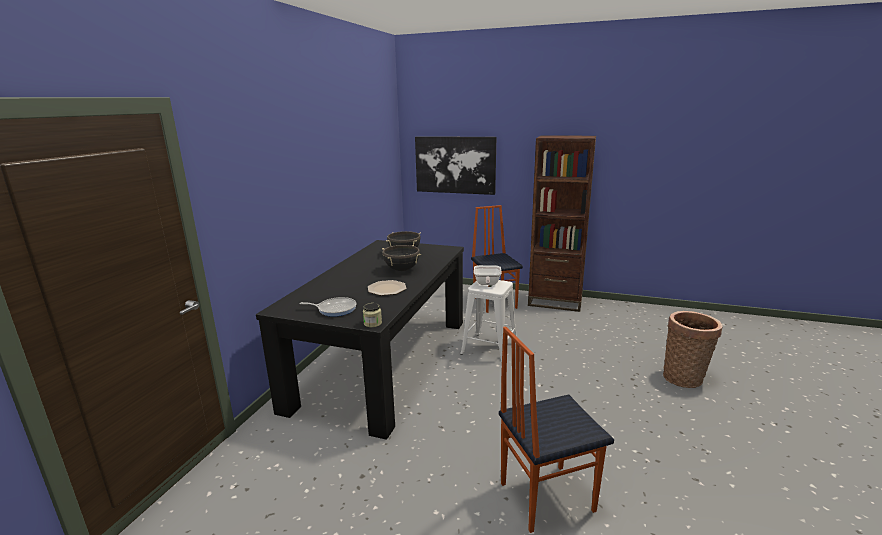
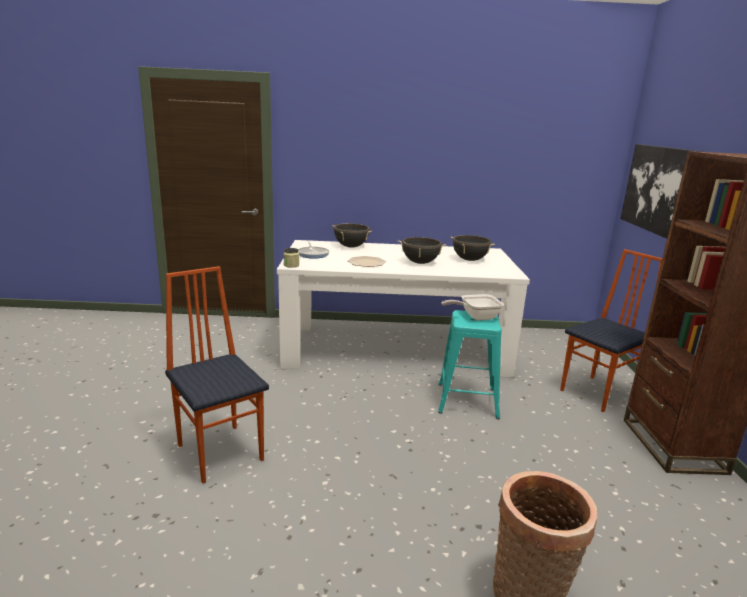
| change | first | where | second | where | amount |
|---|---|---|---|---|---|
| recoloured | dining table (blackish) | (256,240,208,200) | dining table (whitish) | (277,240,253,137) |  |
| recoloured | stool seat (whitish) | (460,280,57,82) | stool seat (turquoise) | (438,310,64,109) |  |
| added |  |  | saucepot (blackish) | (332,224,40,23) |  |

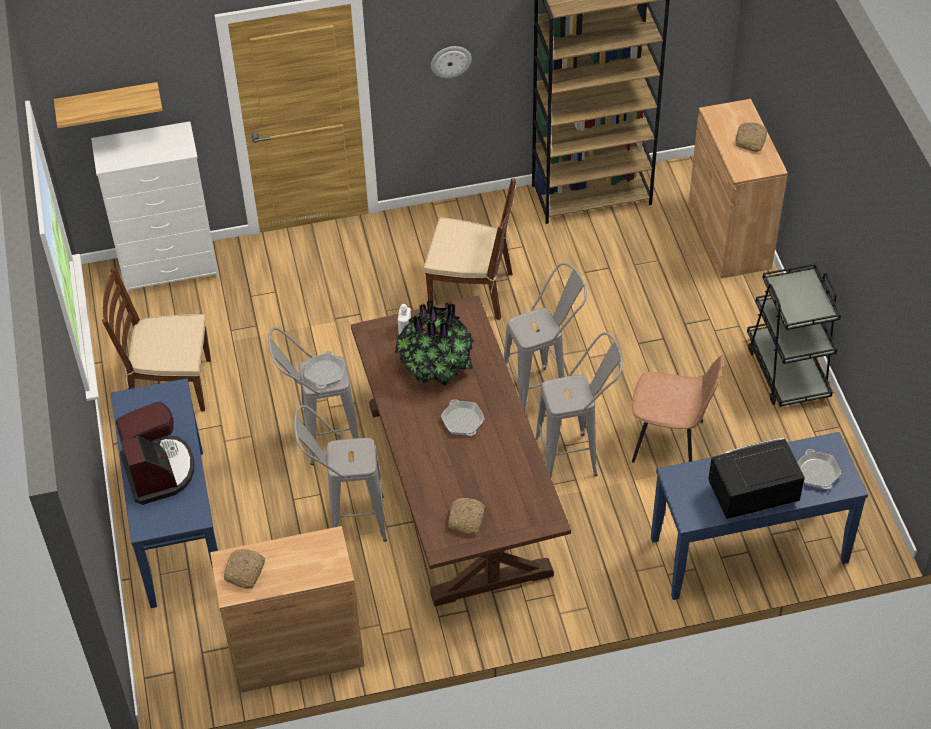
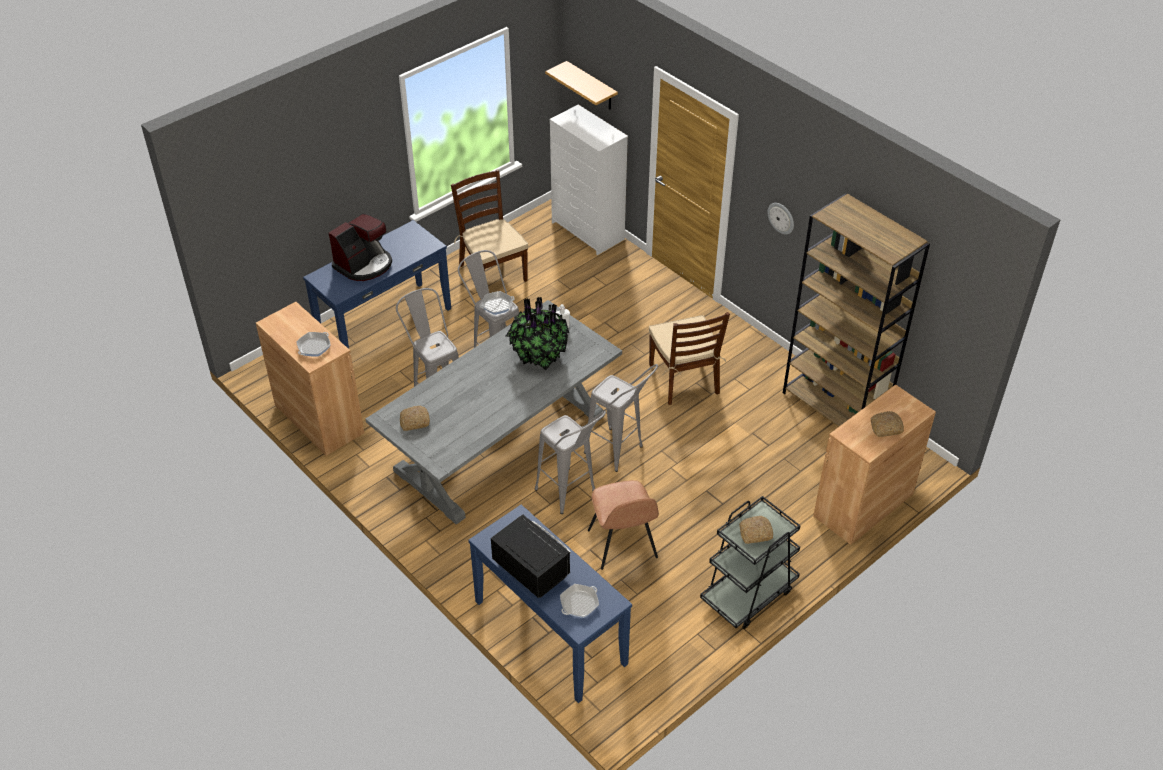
| change | first | where | second | where | amount |
|---|---|---|---|---|---|
| recoloured | dining table (brown) | (351,295,220,312) | dining table (grey) | (365,300,257,225) |  |
| moved | pan | (441,399,44,37) |  | (296,332,35,25) |  |
| moved | bread | (224,549,41,40) |  | (739,516,34,28) |  |

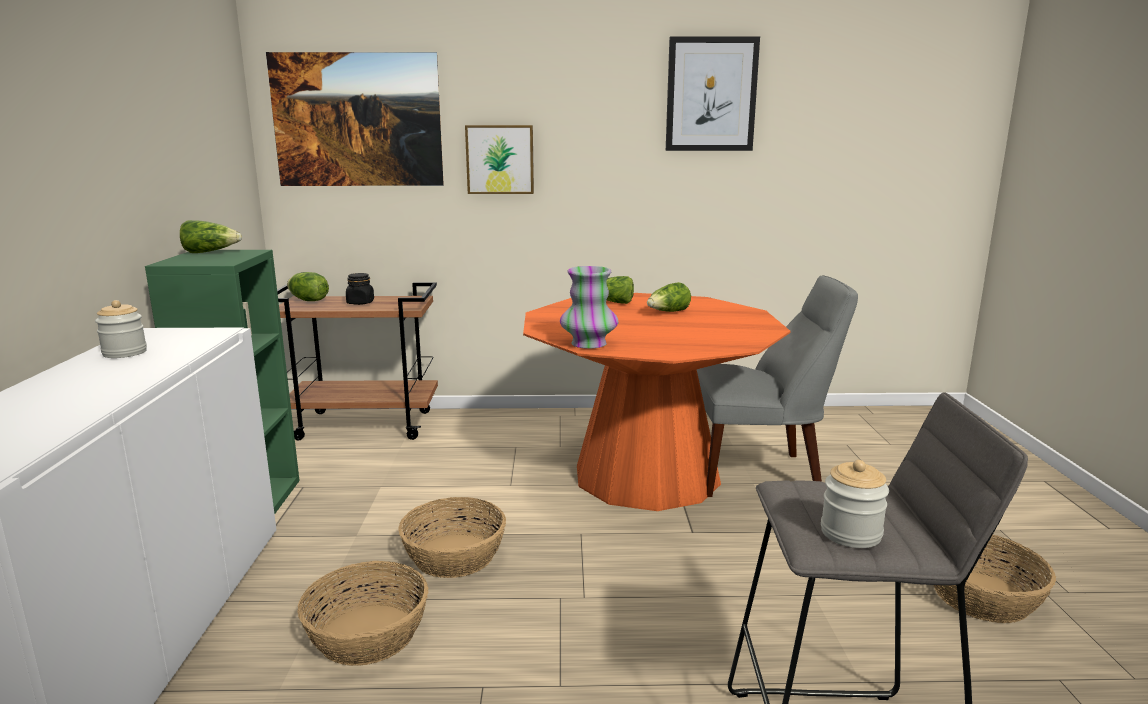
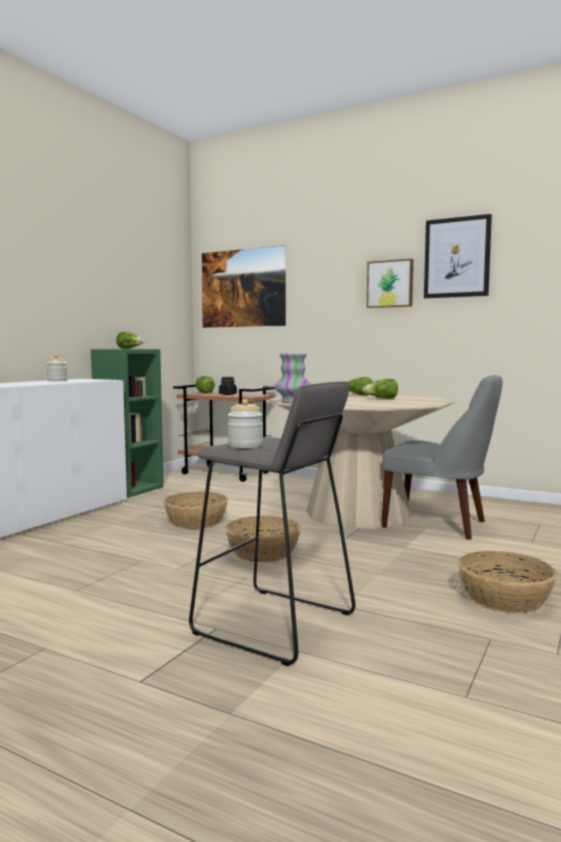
| change | first | where | second | where | amount |
|---|---|---|---|---|---|
| moved | picture | (465,125,69,69) |  | (367,259,46,49) |  |
| recoloured | dining table (orange-coloured) | (523,293,267,218) | dining table (sand-coloured) | (270,394,185,135) |  |
| moved | basket | (297,561,132,105) |  | (225,515,76,47) |  |

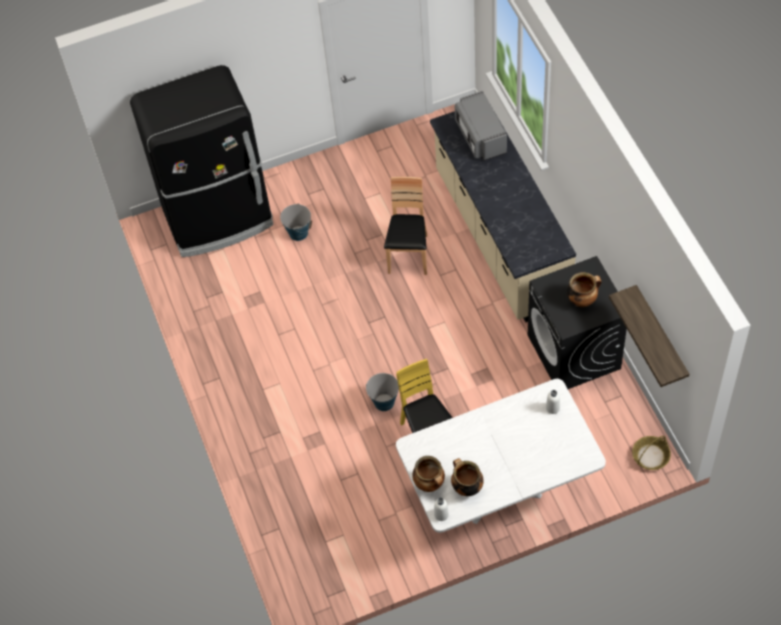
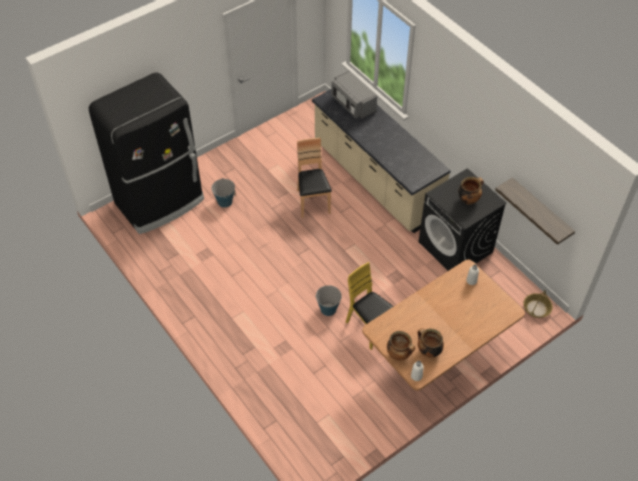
| change | first | where | second | where | amount |
|---|---|---|---|---|---|
| recoloured | dining table (whitish) | (396,379,210,154) | dining table (brown) | (362,259,163,132) |  |

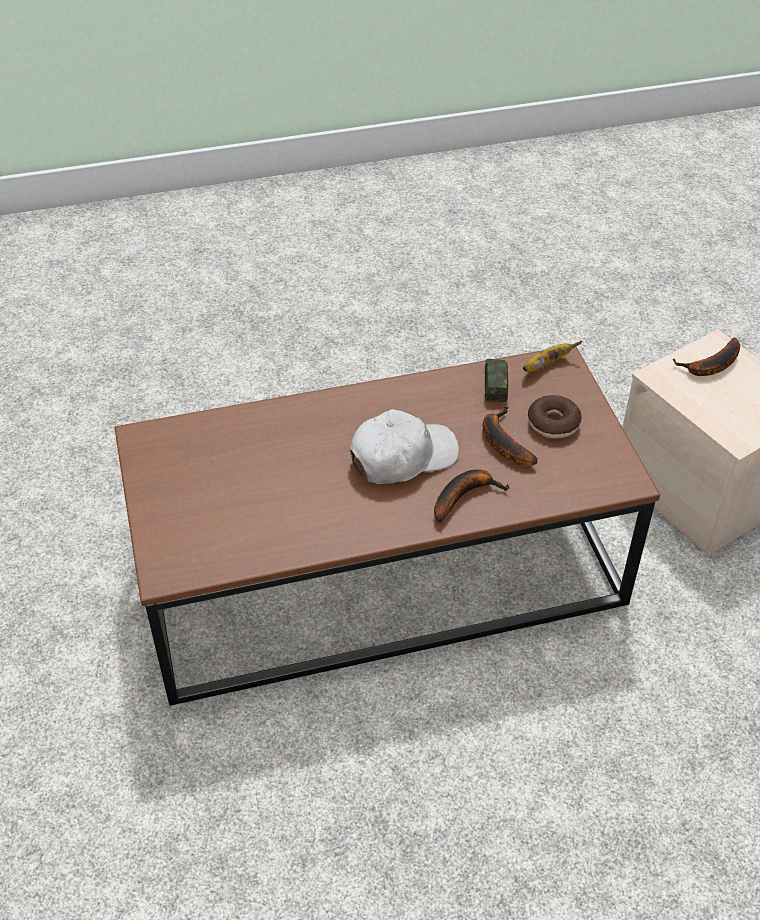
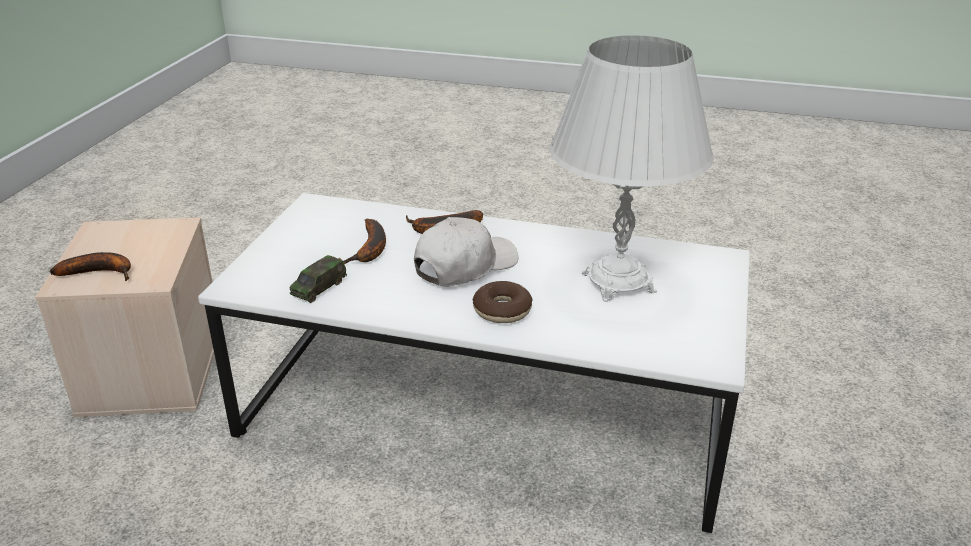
| change | first | where | second | where | amount |
|---|---|---|---|---|---|
| removed | banana | (523,341,59,32) |  |  |  |
| recoloured | coffee table (brown) | (115,347,545,359) | coffee table (whitish) | (198,193,552,340) |  |
| moved | ring doughnut | (528,395,54,44) |  | (473,281,60,42) |  |
| turned | peaked cap (whitish) | (349,409,110,75) |  | (414,217,104,70) | 135 degrees clockwise |
| added |  |  | lamp for a table (whitish) | (549,35,165,267) |  |

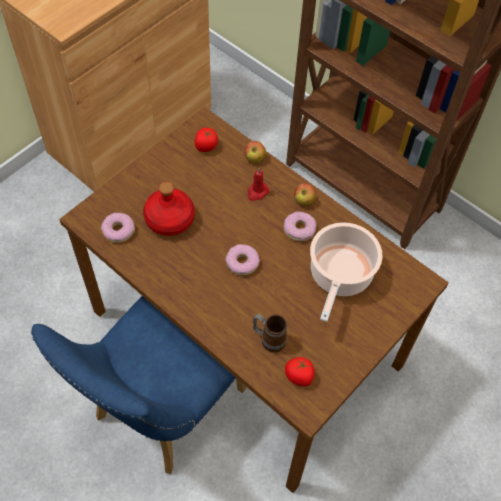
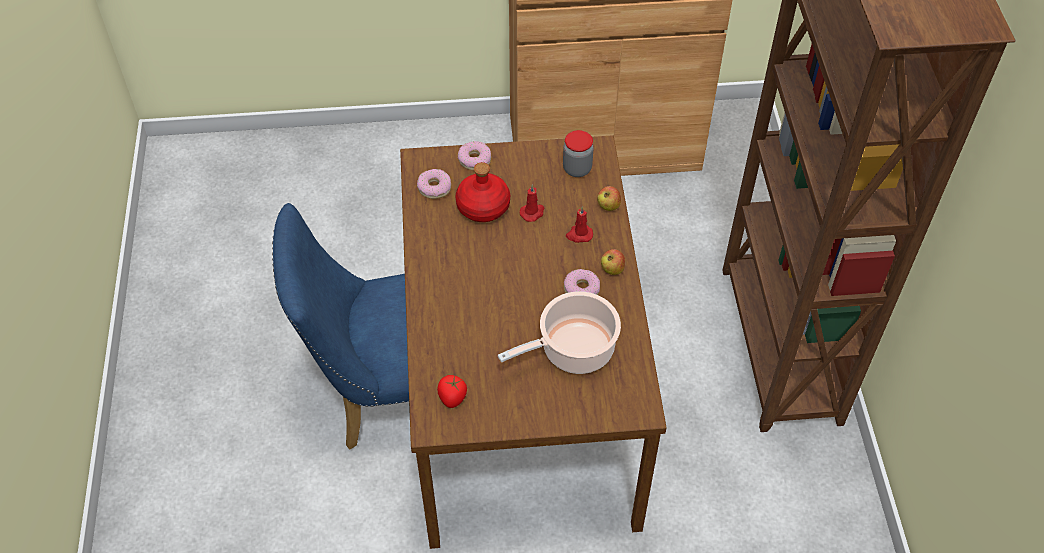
| change | first | where | second | where | amount |
|---|---|---|---|---|---|
| replaced | whole tomato | (195,128,23,24) | storage jar | (563,130,31,47) |  |
| moved | ring doughnut | (225,244,35,32) |  | (458,141,33,29) |  |
| removed | tea mug | (253,314,34,39) |  |  |  |
| added |  |  | wax candle (reddish) | (520,184,24,38) |  |

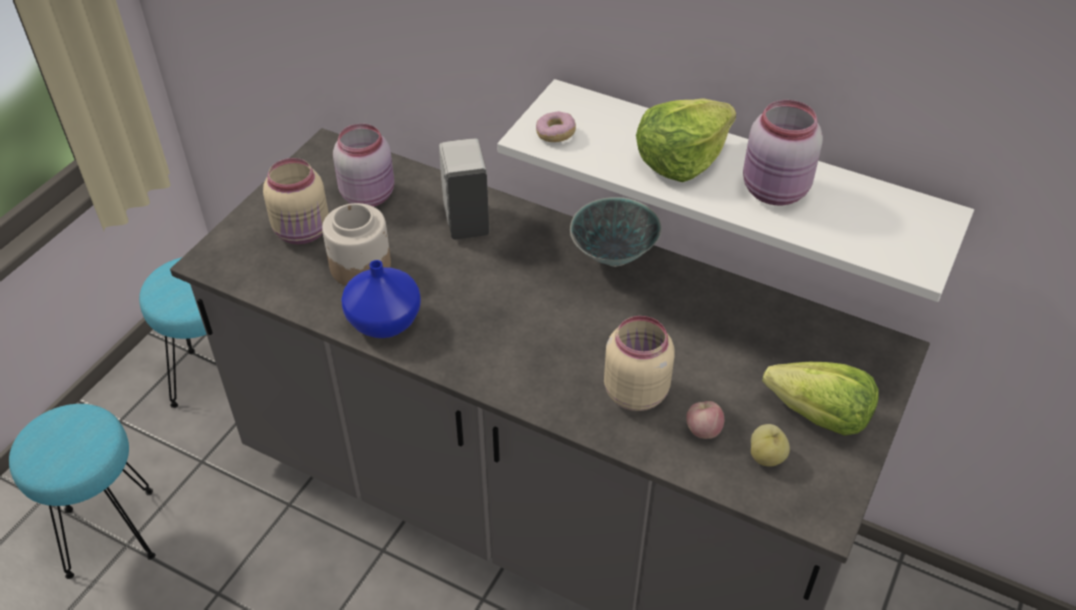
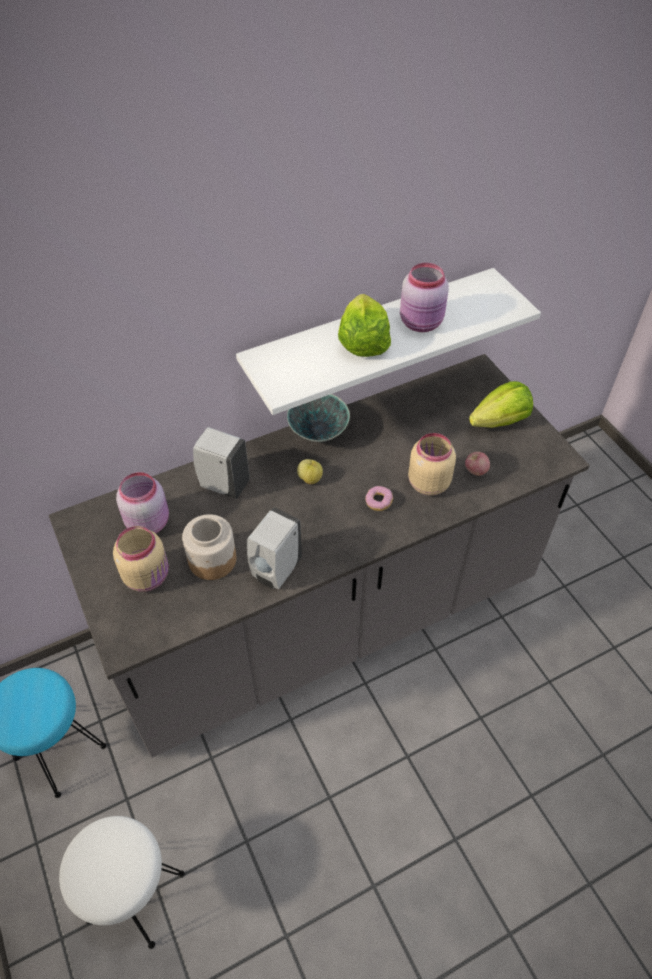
| change | first | where | second | where | amount |
|---|---|---|---|---|---|
| moved | ring doughnut | (536,111,40,31) |  | (365,486,28,25) |  |
| replaced | vase (blue) | (341,260,80,78) | liquid soap bottle (whitish) | (247,507,55,82) |  |
| recoloured | stool seat (turquoise) | (9,404,146,175) | stool seat (whitish) | (59,816,126,133) |  |
| moved | apple | (751,424,39,43) |  | (297,459,26,25) |  |

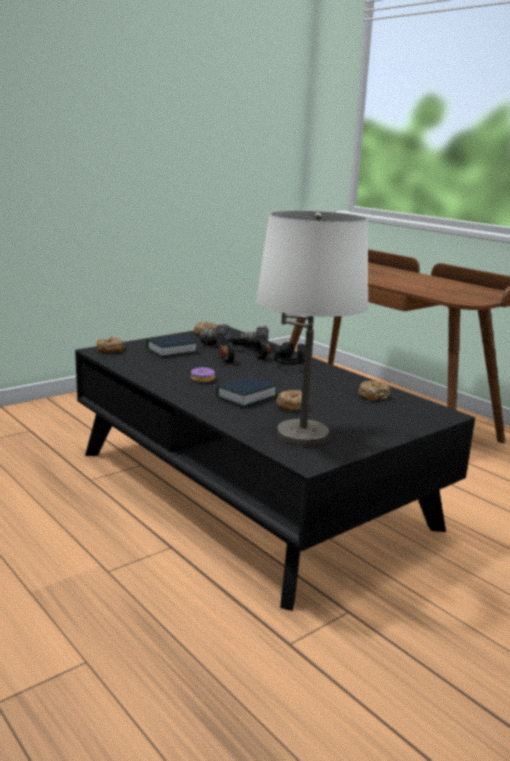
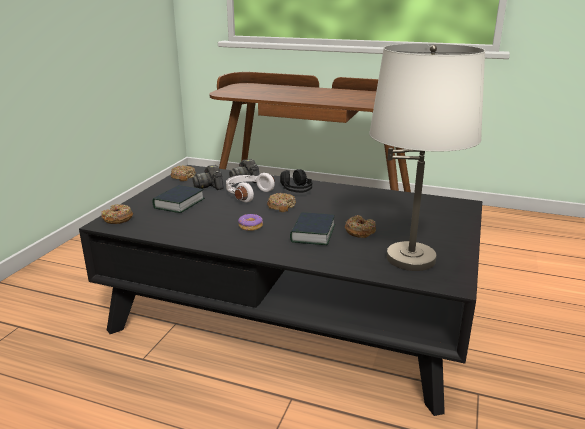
| change | first | where | second | where | amount |
|---|---|---|---|---|---|
| recoloured | headset (blackish) | (218,338,53,25) | headset (whitish) | (226,173,49,29) |  |
| moved | ring doughnut | (358,380,32,21) |  | (267,193,29,19) |  |

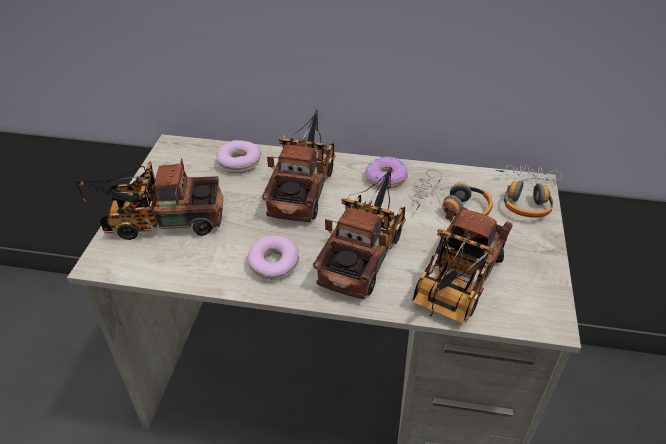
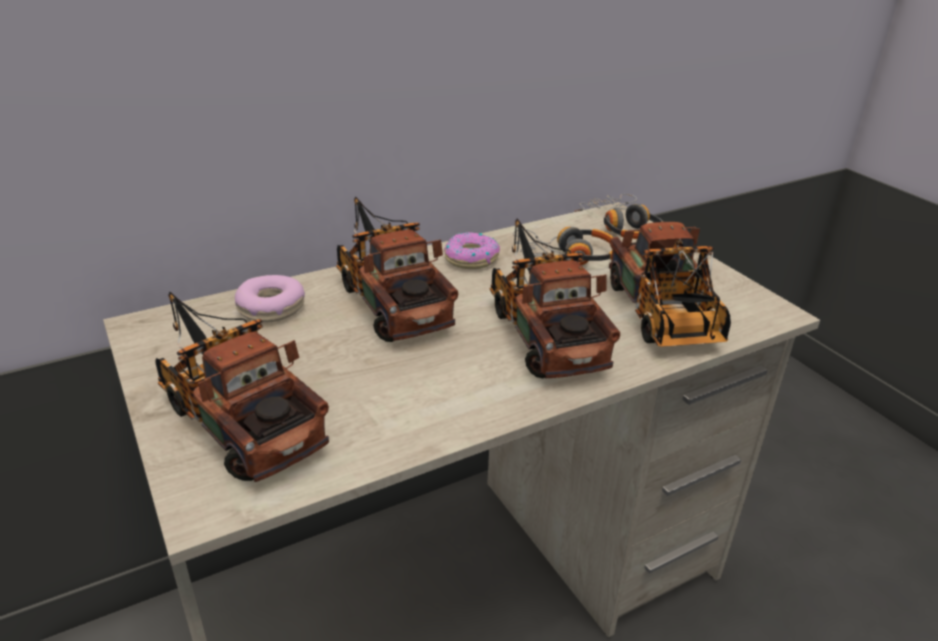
| change | first | where | second | where | amount |
|---|---|---|---|---|---|
| turned | toy truck | (77,158,147,82) |  | (155,292,174,190) | 90 degrees clockwise |
| removed | ring doughnut | (248,235,51,45) |  |  |  |

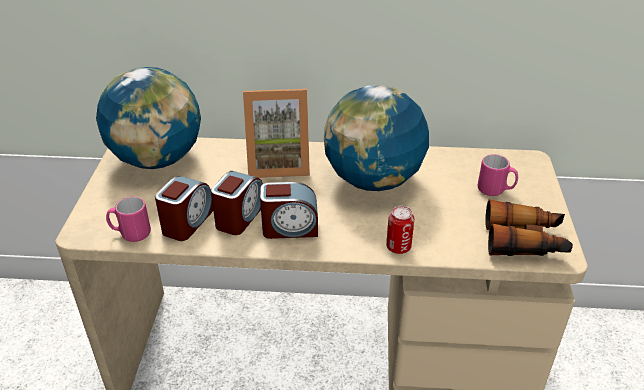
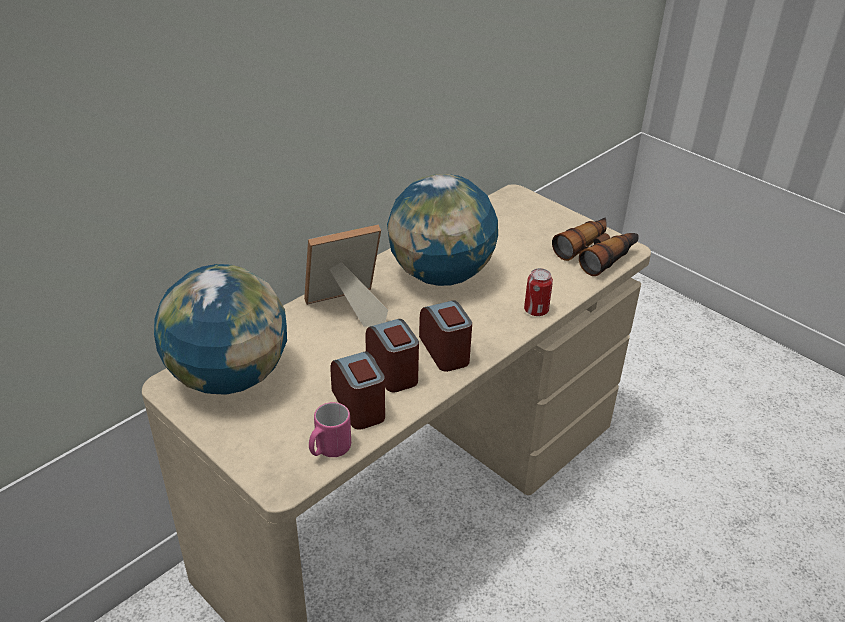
| change | first | where | second | where | amount |
|---|---|---|---|---|---|
| turned | standing frame | (243,89,67,89) |  | (304,224,84,103) | 150 degrees counterclockwise |
| removed | tea mug (pink) | (478,154,40,42) |  |  |  |
| turned | table clock | (260,182,58,57) |  | (419,300,53,72) | 60 degrees counterclockwise |

